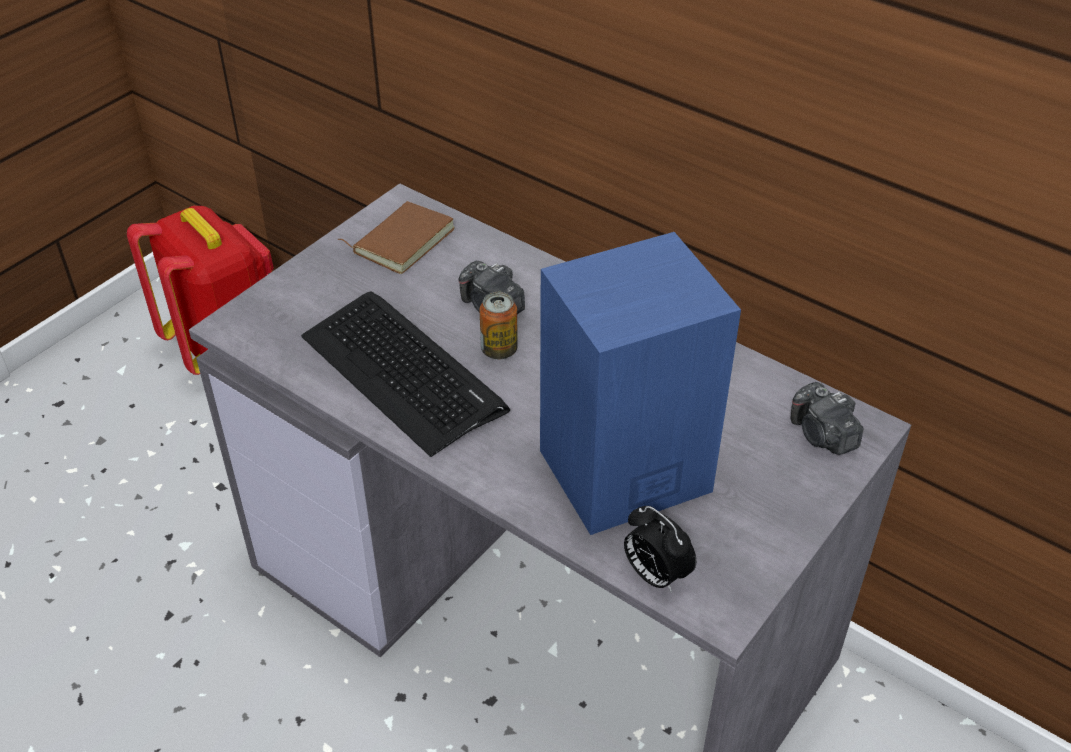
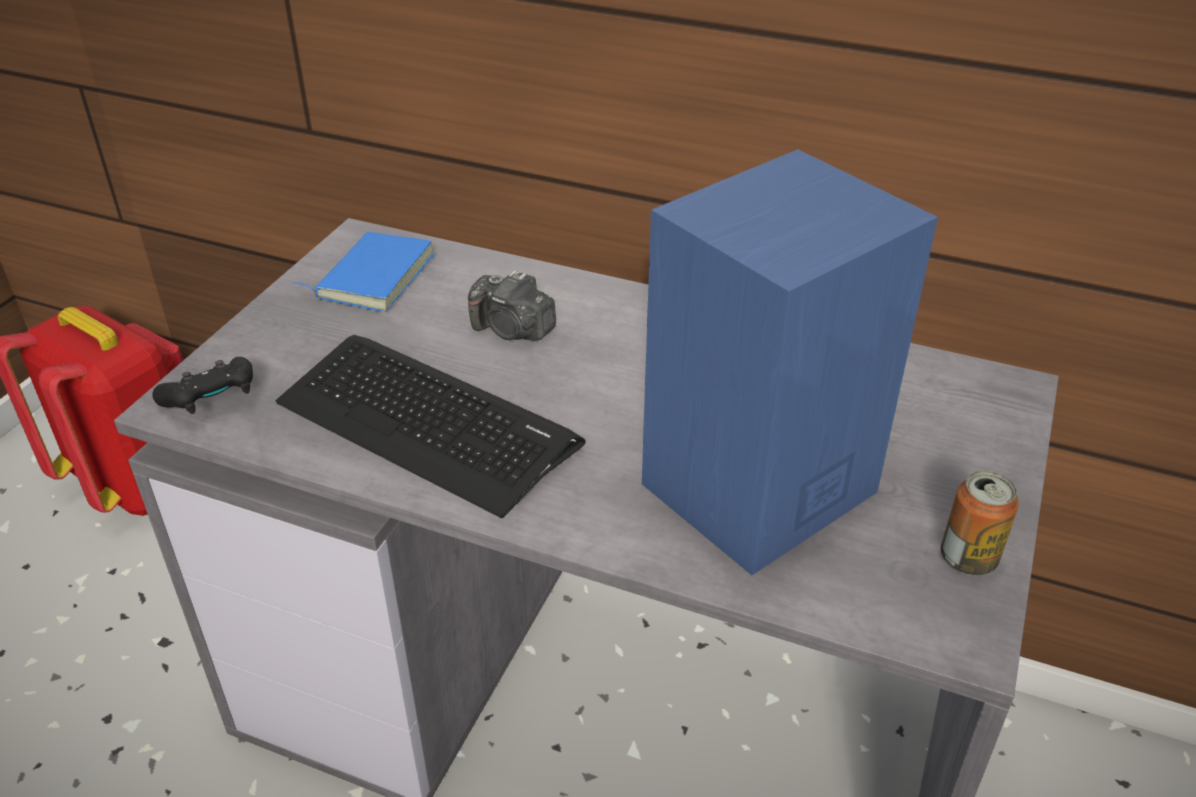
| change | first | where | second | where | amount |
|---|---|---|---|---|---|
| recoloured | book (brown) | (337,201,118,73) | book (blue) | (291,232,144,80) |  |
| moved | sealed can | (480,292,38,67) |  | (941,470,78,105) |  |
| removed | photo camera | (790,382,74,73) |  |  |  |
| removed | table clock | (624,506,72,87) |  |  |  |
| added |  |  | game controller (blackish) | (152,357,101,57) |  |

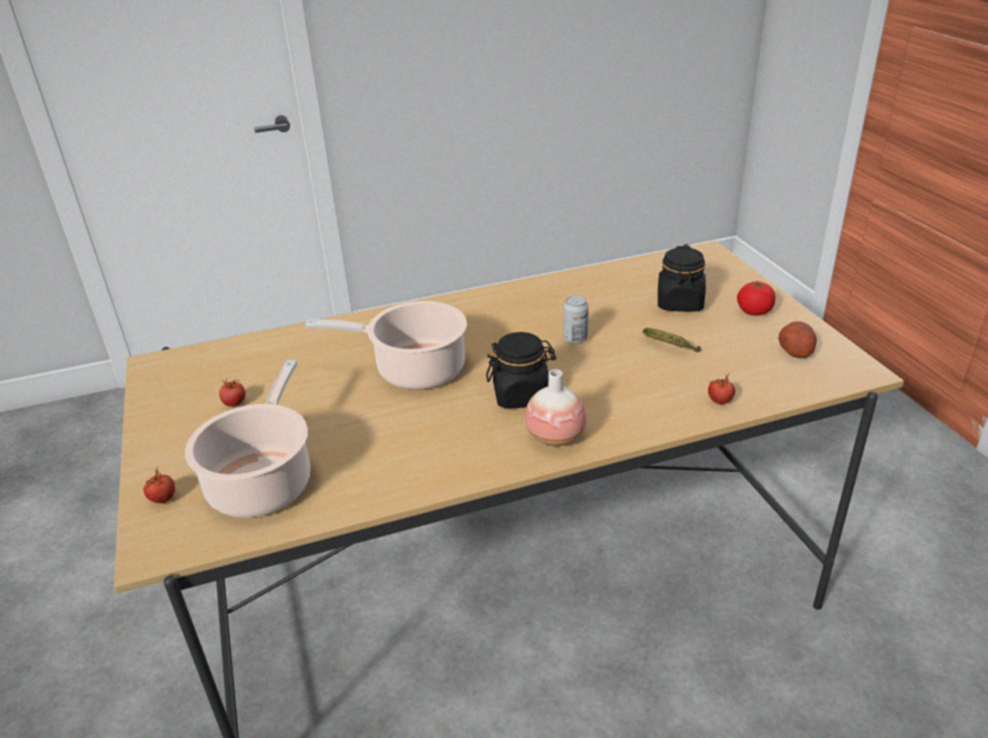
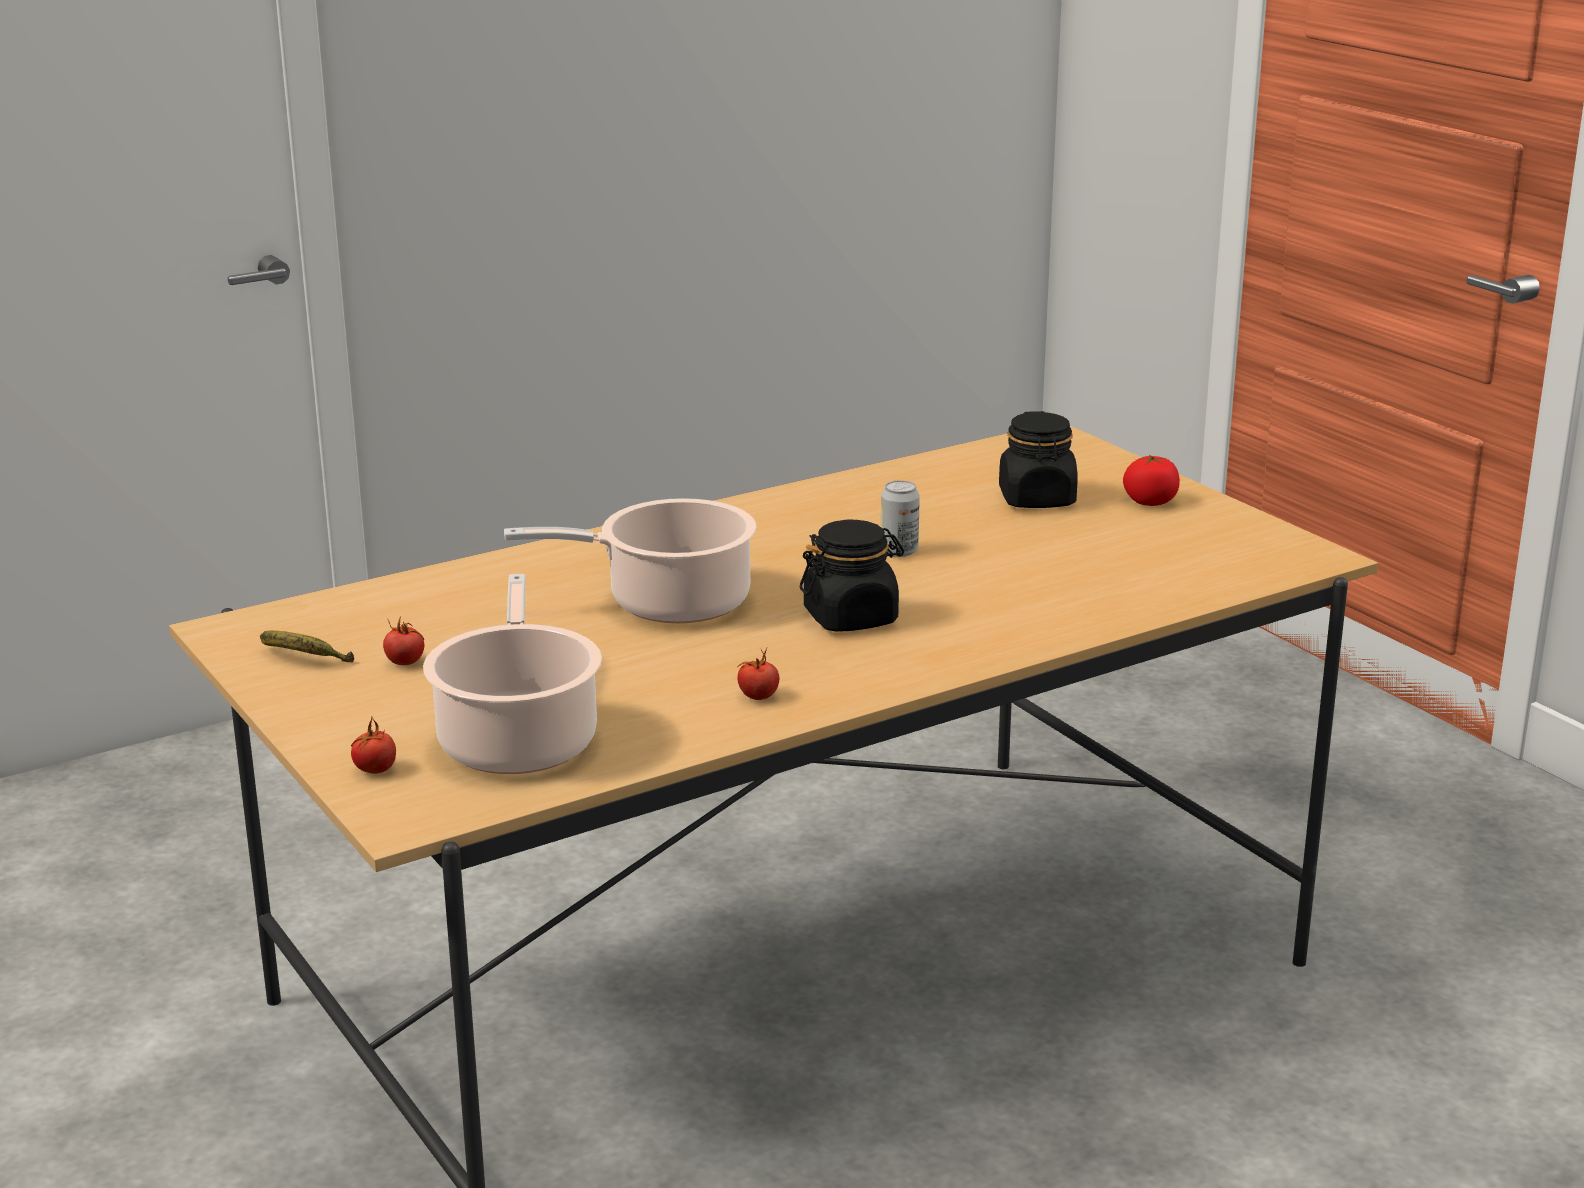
| change | first | where | second | where | amount |
|---|---|---|---|---|---|
| removed | potato | (778,321,39,37) |  |  |  |
| moved | banana | (643,328,58,24) |  | (260,630,94,32) |  |
| removed | vase | (525,369,62,77) |  |  |  |
| moved | whole tomato | (708,374,27,30) |  | (738,648,41,52) |  |

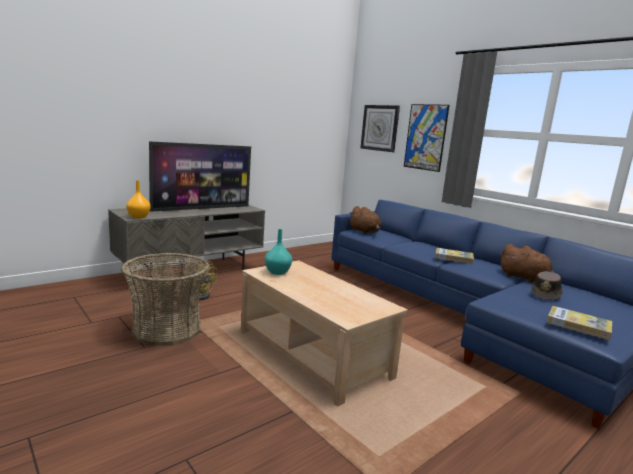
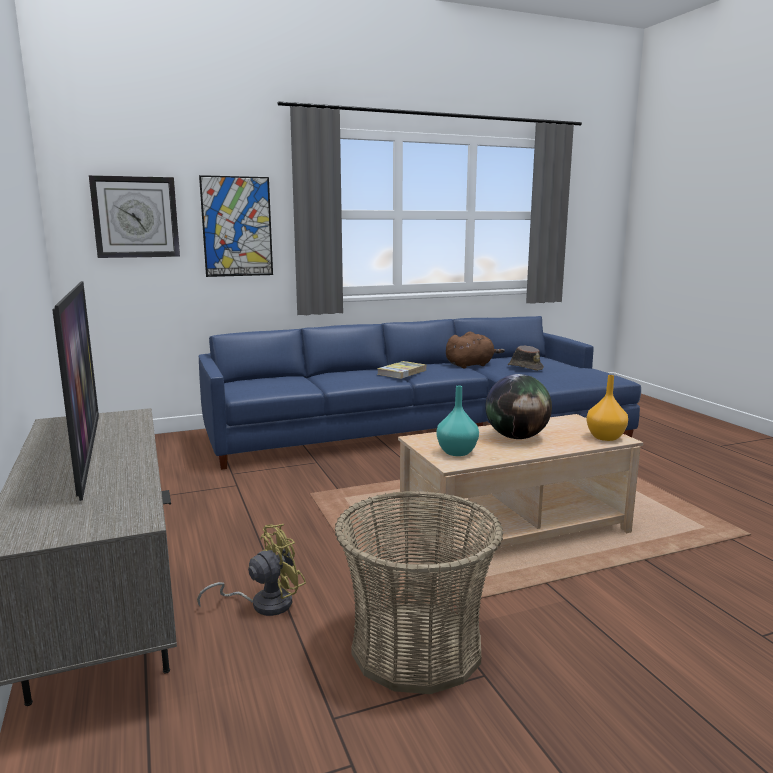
| change | first | where | second | where | amount |
|---|---|---|---|---|---|
| moved | vase (orange-coloured) | (126,180,25,38) |  | (586,375,42,66) |  |
| removed | plush toy (brown) | (350,206,31,28) |  |  |  |
| removed | book | (547,306,65,34) |  |  |  |
| added |  |  | desk globe | (486,374,66,65) |  |

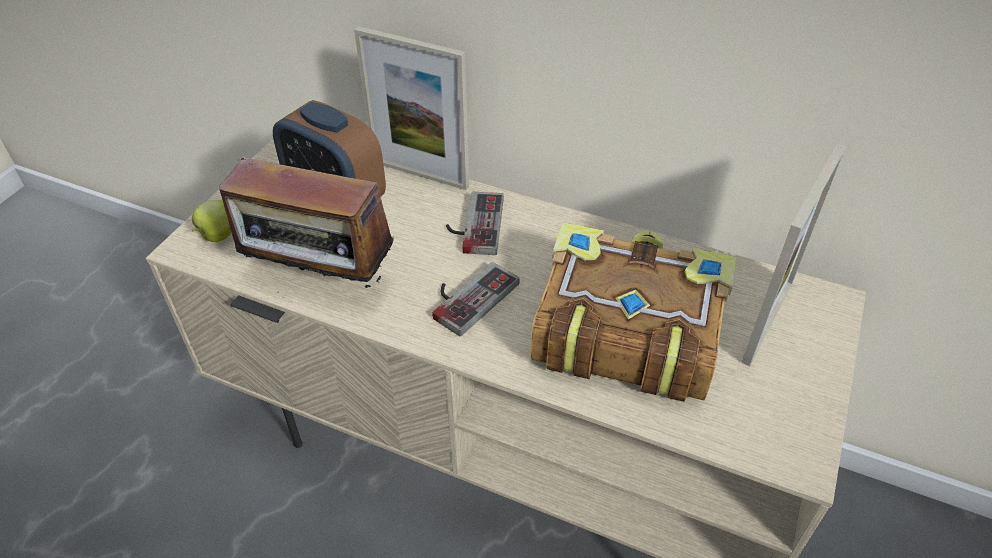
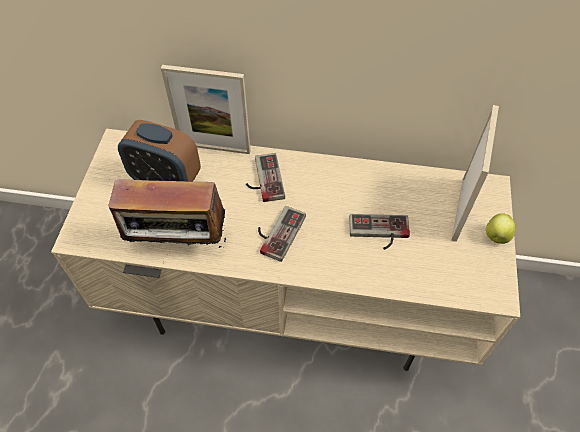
| change | first | where | second | where | amount |
|---|---|---|---|---|---|
| moved | apple | (192,200,40,42) |  | (486,213,30,31) |  |
| replaced | book | (530,222,206,180) | game controller | (349,214,61,36) |  |

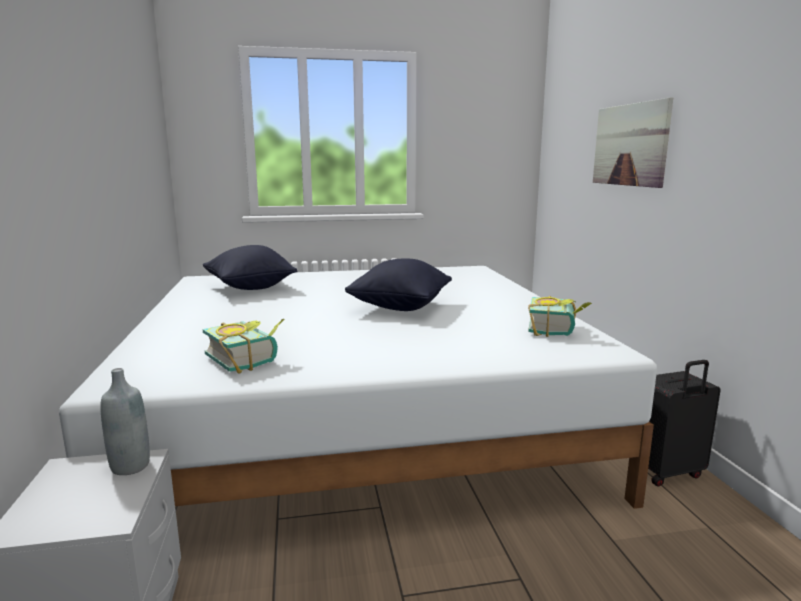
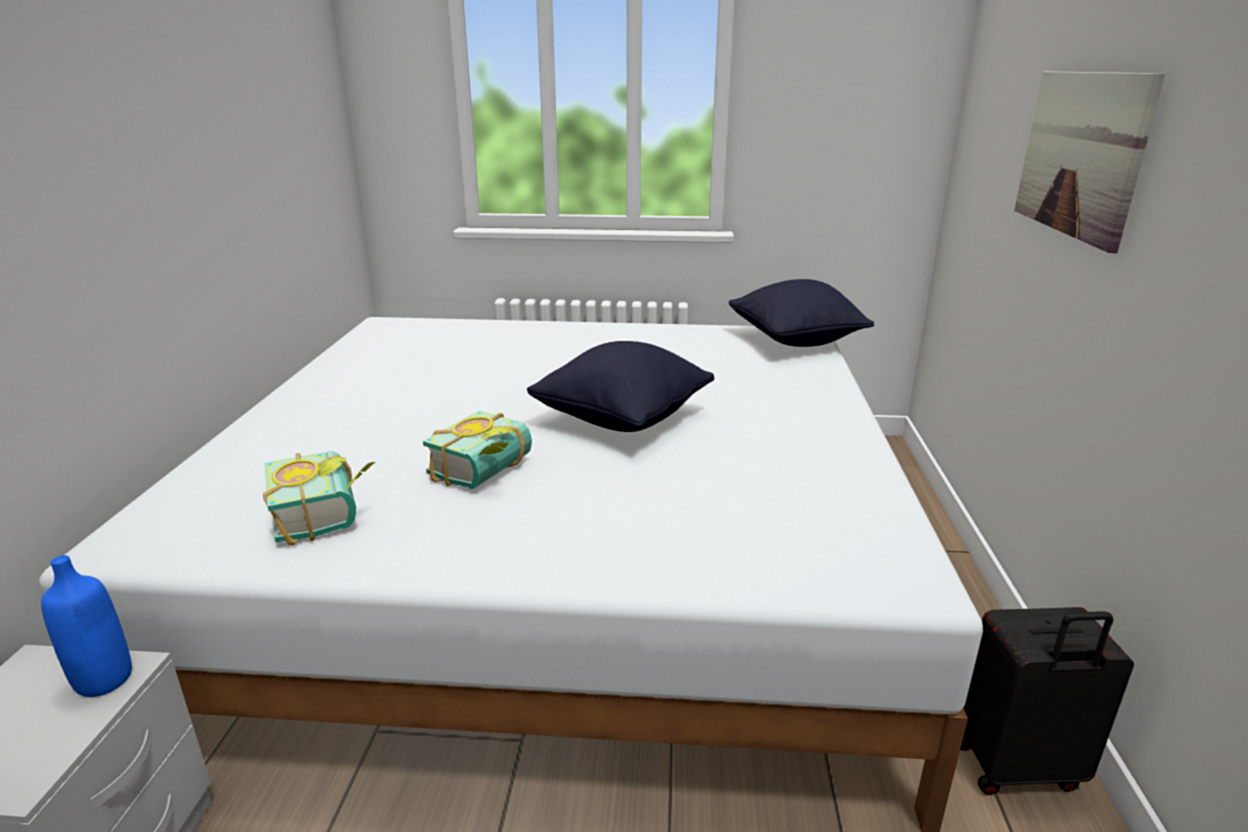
| change | first | where | second | where | amount |
|---|---|---|---|---|---|
| moved | pillow (blackish) | (203,245,94,45) |  | (729,279,145,68) |  |
| moved | book | (528,296,64,41) |  | (423,411,109,78) |  |
| recoloured | drink bottle (grey) | (100,368,50,107) | drink bottle (blue) | (41,555,91,142) |  |

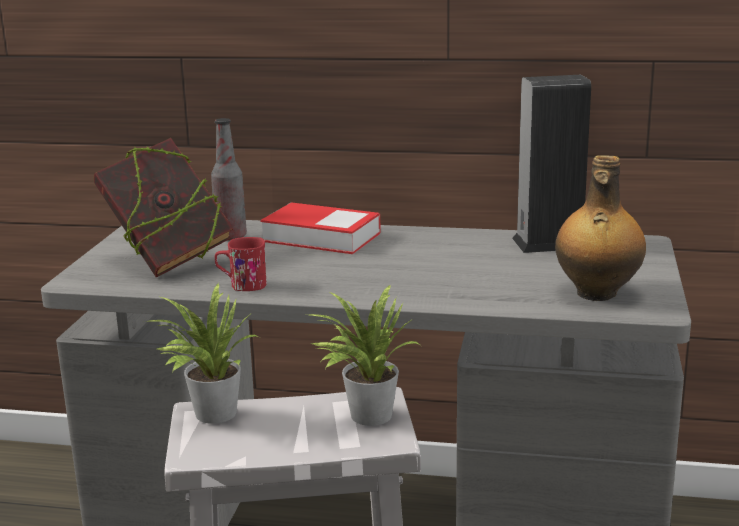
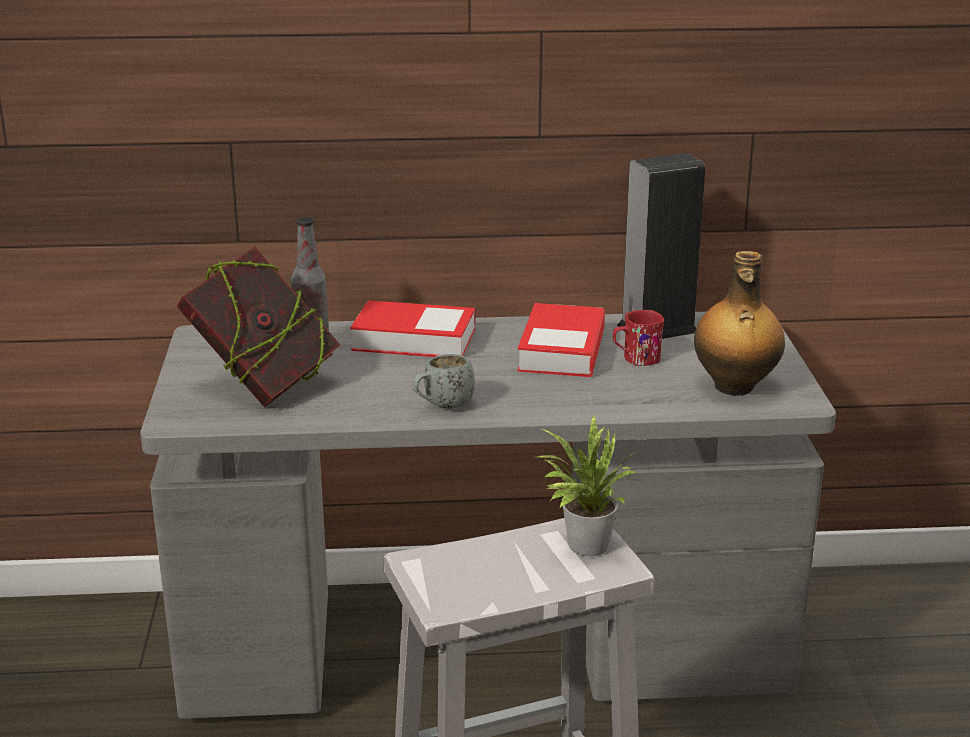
| change | first | where | second | where | amount |
|---|---|---|---|---|---|
| moved | tea mug (reddish) | (215,237,52,54) |  | (613,310,51,56) |  |
| removed | potted plant | (145,284,114,140) |  |  |  |
| added |  |  | book | (517,303,88,74) |  |
| added |  |  | tea mug (grey) | (412,354,63,55) |  |

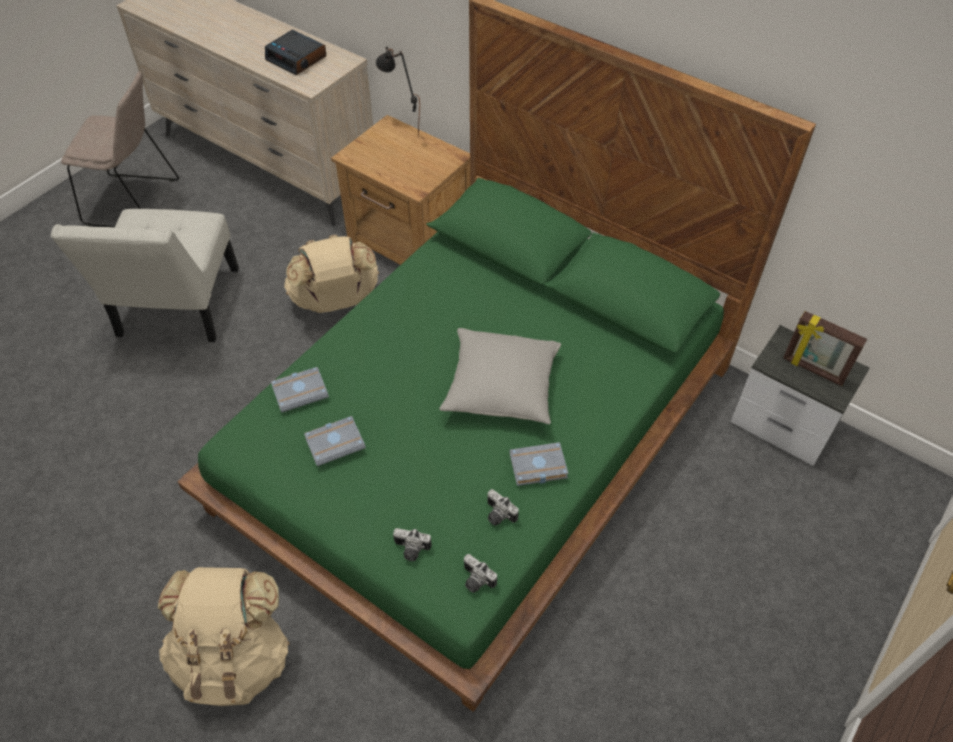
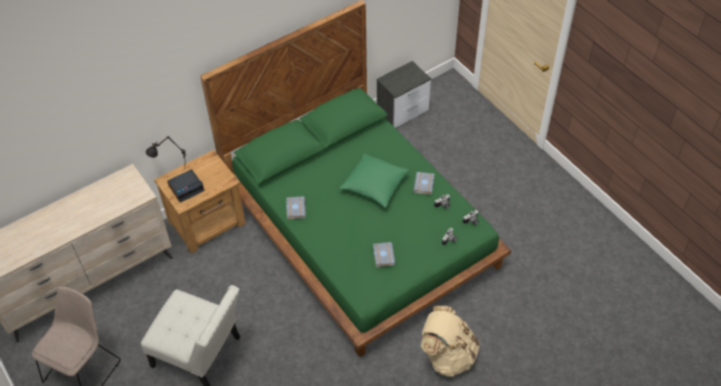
| change | first | where | second | where | amount |
|---|---|---|---|---|---|
| moved | table clock | (265,30,62,45) |  | (167,169,38,33) |  |
| removed | knapsack (sand-coloured) | (284,234,95,79) |  |  |  |
| removed | standing frame | (783,311,84,75) |  |  |  |
| recoloured | pillow (grey) | (439,328,122,96) | pillow (green) | (339,153,71,55) |  |
| moved | book (grey) | (271,367,58,46) |  | (286,196,20,23) |  |

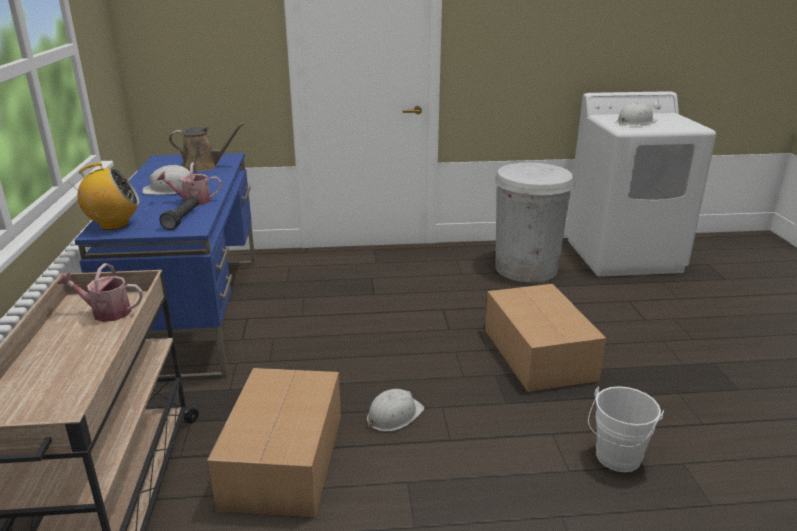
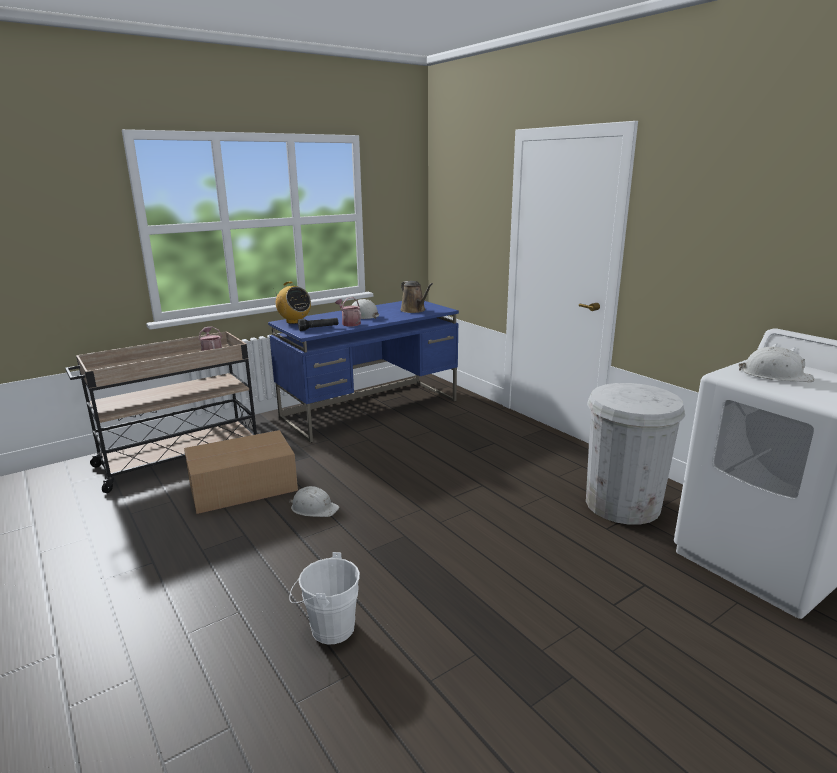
| change | first | where | second | where | amount |
|---|---|---|---|---|---|
| removed | carton | (485,284,121,108) |  |  |  |

